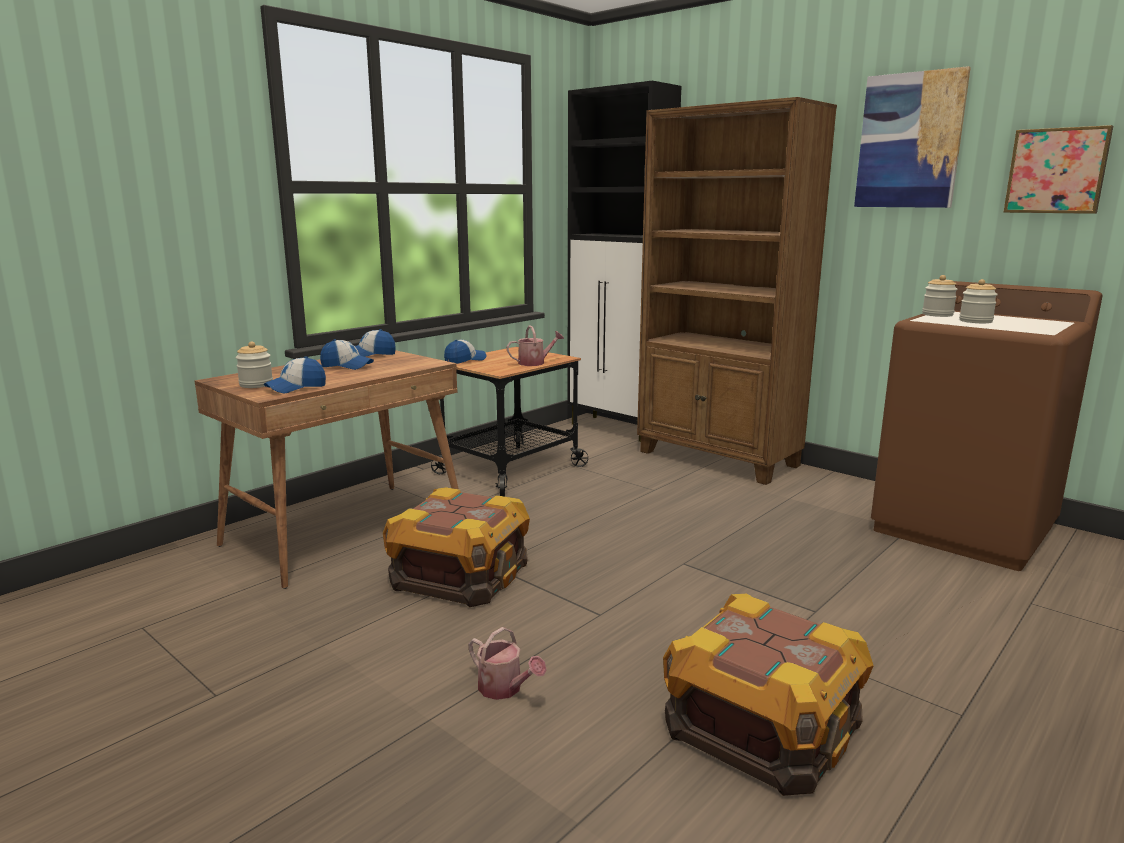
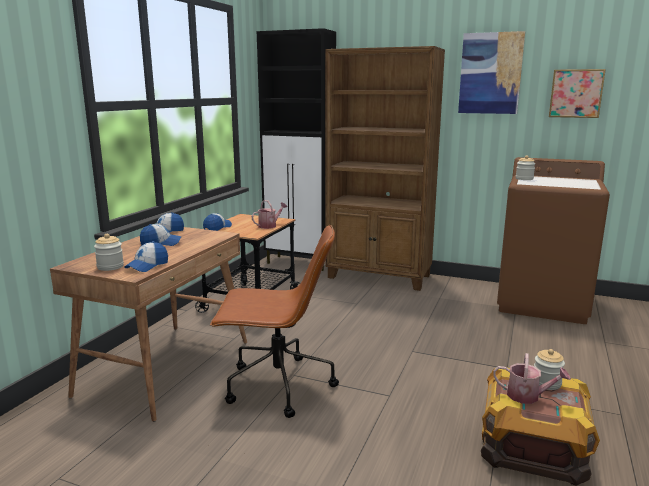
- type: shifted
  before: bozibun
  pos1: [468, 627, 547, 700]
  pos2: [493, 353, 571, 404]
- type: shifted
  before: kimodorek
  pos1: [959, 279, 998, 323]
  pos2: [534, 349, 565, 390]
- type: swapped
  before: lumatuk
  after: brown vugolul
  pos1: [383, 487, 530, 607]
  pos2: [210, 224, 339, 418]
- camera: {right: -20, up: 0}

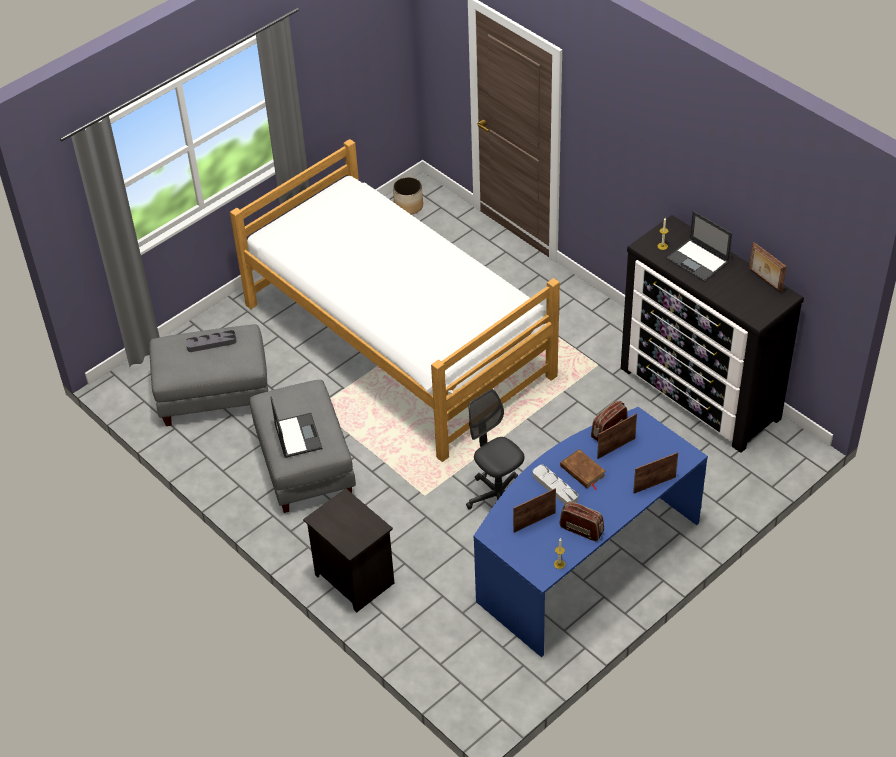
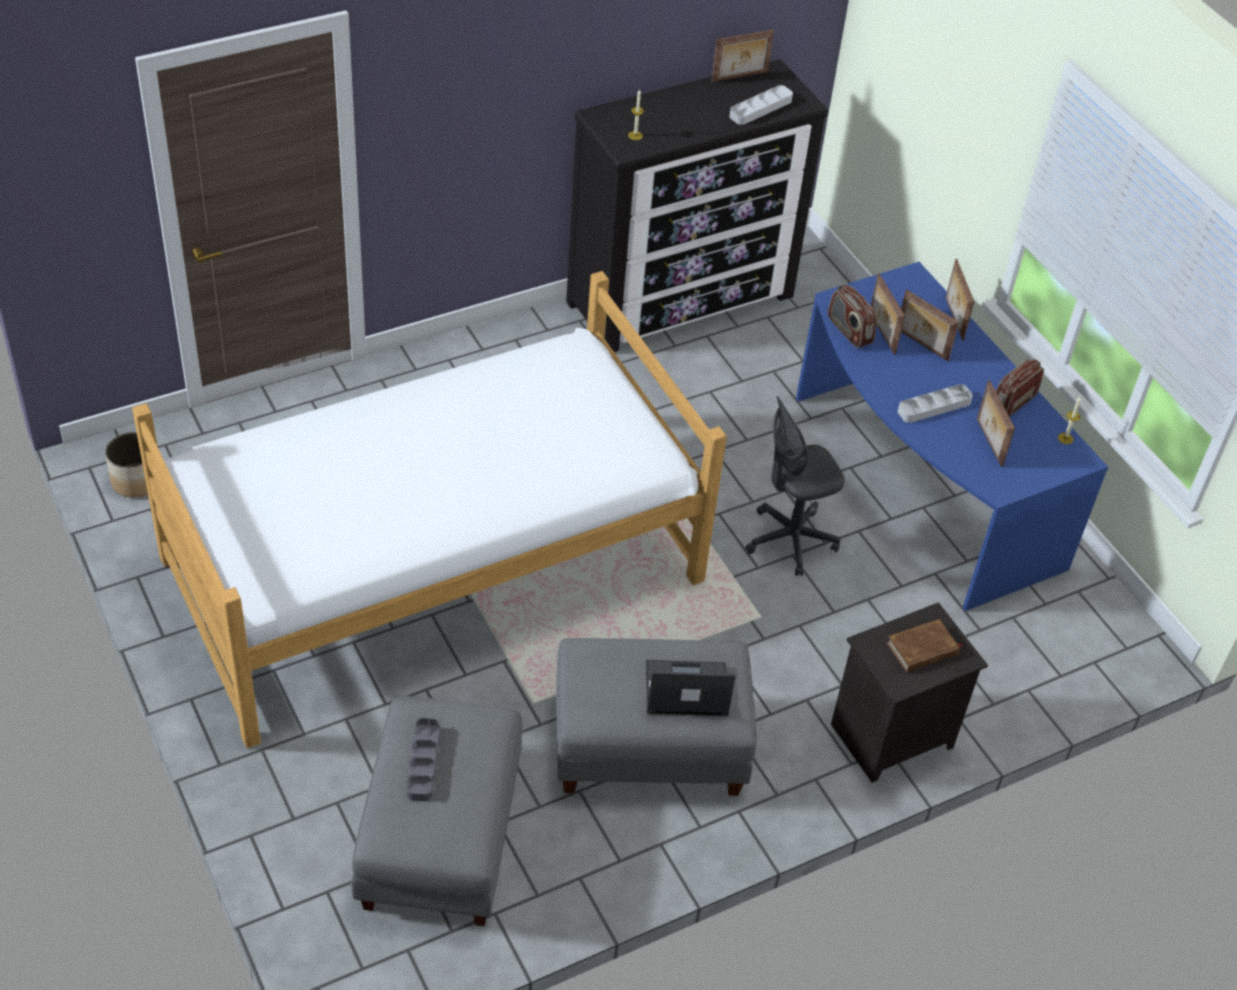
- type: gone
  before: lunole
  pos1: [666, 211, 732, 282]
- type: new
  after: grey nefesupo
  pos2: [729, 85, 793, 125]
- type: new
  after: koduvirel
  pos2: [901, 289, 959, 361]
- type: shifted
  before: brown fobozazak
  pos1: [560, 449, 606, 490]
  pos2: [887, 619, 962, 672]
- camera: {right: -80, up: 0}

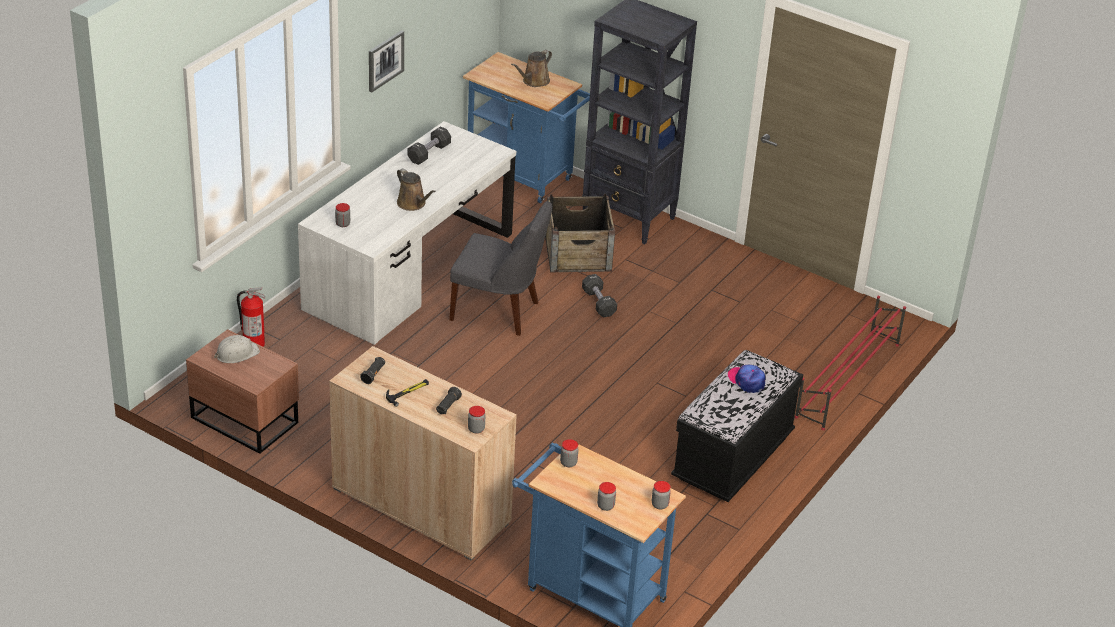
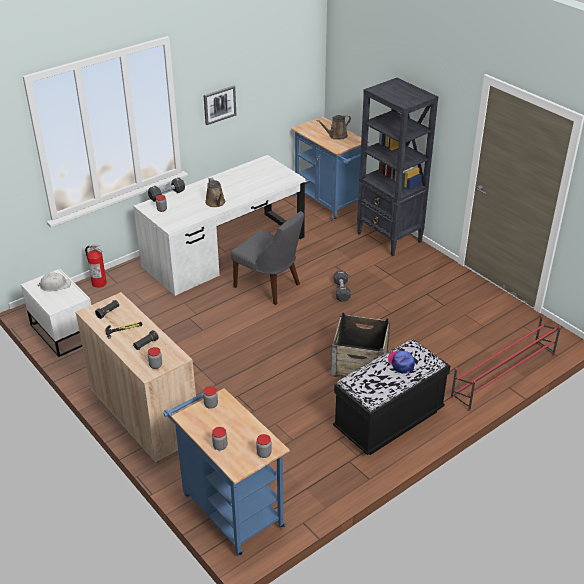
- type: shifted
  before: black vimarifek
  pos1: [407, 127, 451, 165]
  pos2: [148, 177, 185, 202]
- type: shifted
  before: lumatuk
  pos1: [545, 194, 615, 273]
  pos2: [331, 312, 390, 378]
- type: repainted
  before: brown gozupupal
  after: white gozupupal
  pos1: [186, 329, 299, 454]
  pos2: [21, 269, 91, 357]
- camera: {right: 20, up: 0}

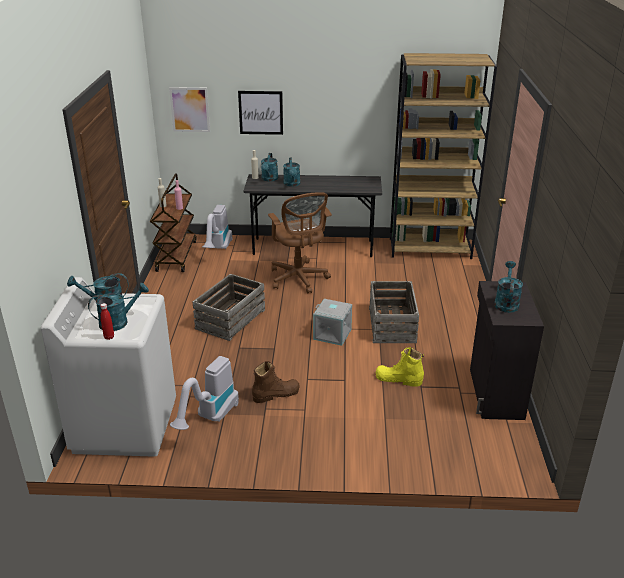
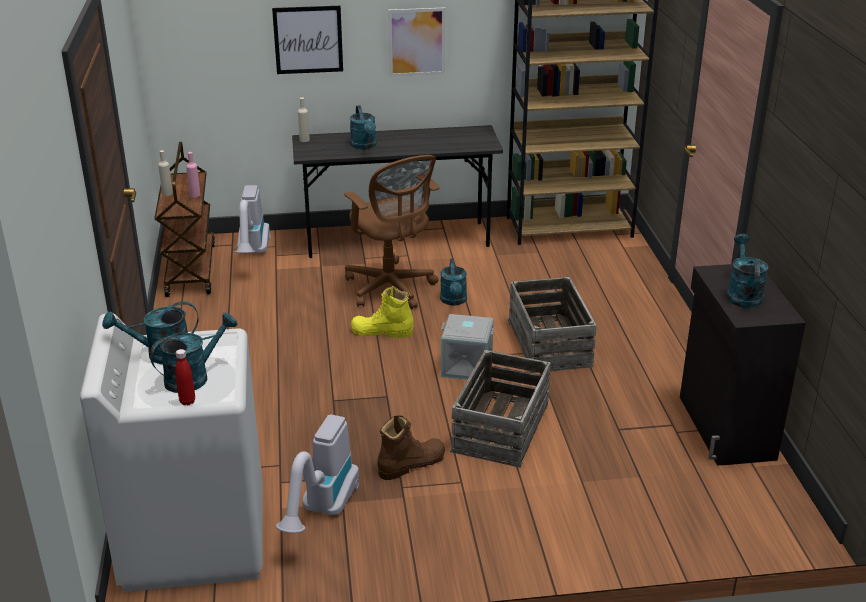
- type: shifted
  before: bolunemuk
  pos1: [169, 87, 210, 132]
  pos2: [388, 8, 445, 77]
- type: shifted
  before: lumatuk
  pos1: [192, 274, 265, 341]
  pos2: [450, 350, 551, 467]
- type: shifted
  before: turquoise bozibun
  pos1: [261, 153, 278, 181]
  pos2: [440, 259, 467, 306]
- type: shifted
  before: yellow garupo
  pos1: [376, 347, 424, 386]
  pos2: [351, 287, 414, 338]
- camera: {right: -10, up: 0}

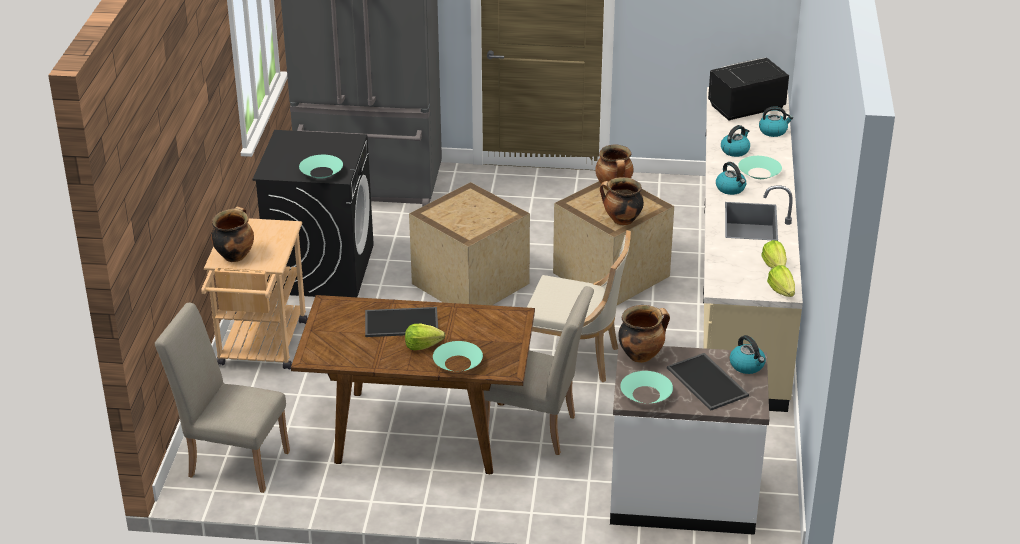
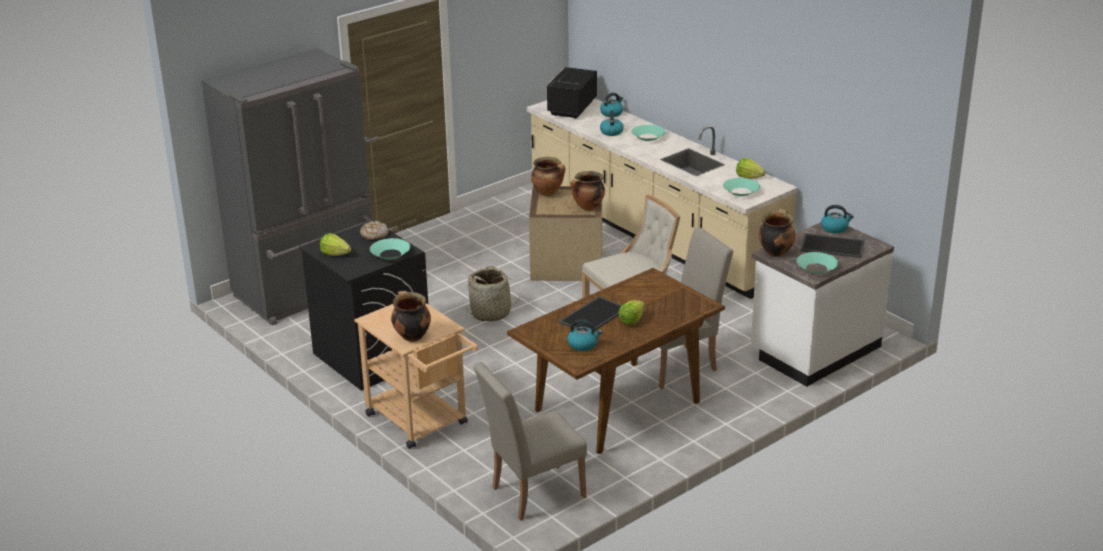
- type: new
  after: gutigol
  pos2: [360, 220, 388, 240]
- type: shifted
  before: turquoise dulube
  pos1: [433, 341, 483, 371]
  pos2: [723, 178, 760, 196]
- type: shifted
  before: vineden
  pos1: [716, 162, 746, 195]
  pos2: [567, 319, 602, 351]
- type: shifted
  before: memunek
  pos1: [767, 265, 795, 297]
  pos2: [320, 233, 351, 256]
- type: swapped
  before: lumatuk
  after: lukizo
  pos1: [409, 182, 530, 305]
  pos2: [466, 266, 521, 321]
- camera: {right: -45, up: -5}

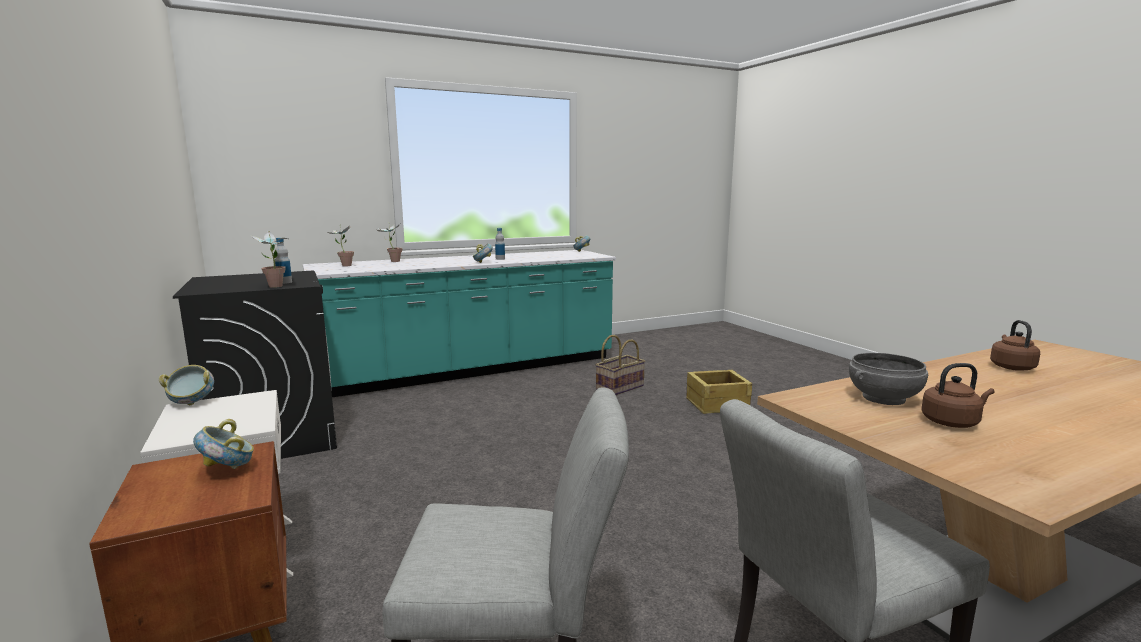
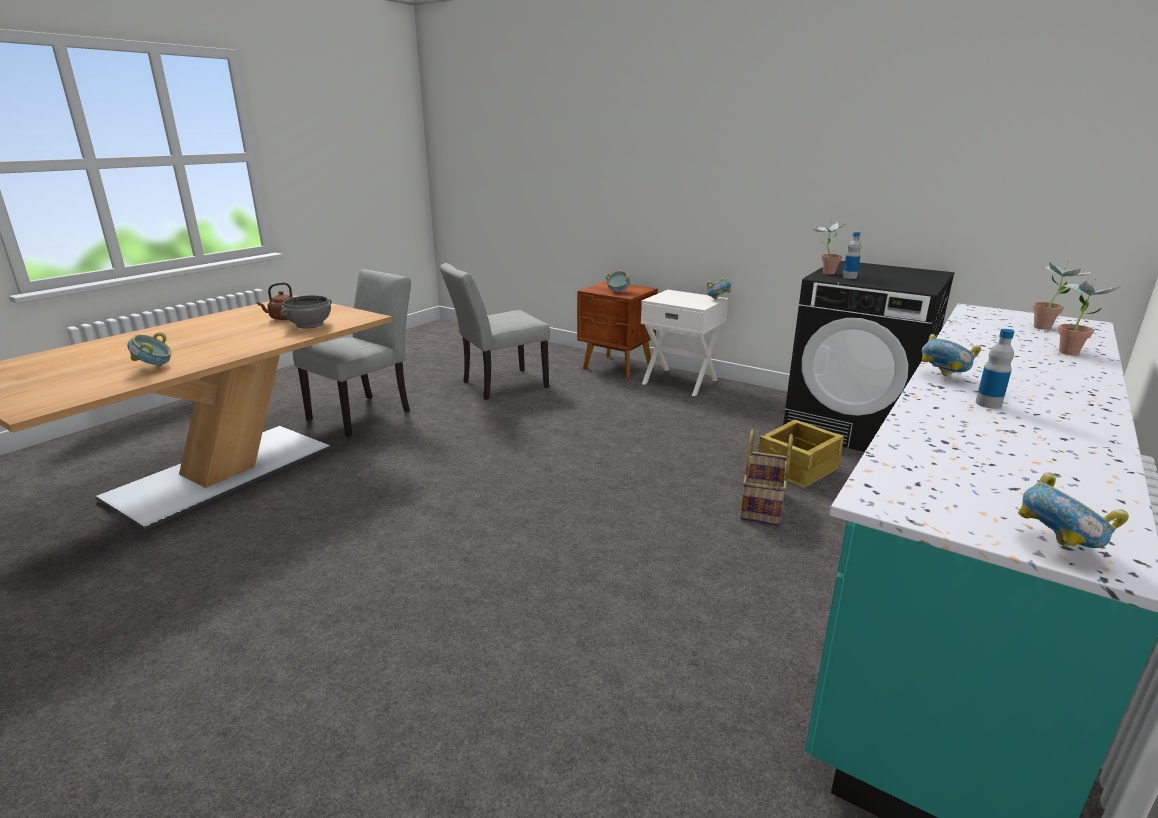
- type: shifted
  before: lukizo
  pos1: [595, 335, 645, 395]
  pos2: [740, 429, 793, 525]
- type: shifted
  before: lumatuk
  pos1: [686, 370, 752, 414]
  pos2: [758, 420, 844, 489]
- type: swapped
  before: brown vineden
  after: dulube
  pos1: [990, 320, 1040, 371]
  pos2: [127, 332, 171, 367]
- camera: {right: 150, up: 10}

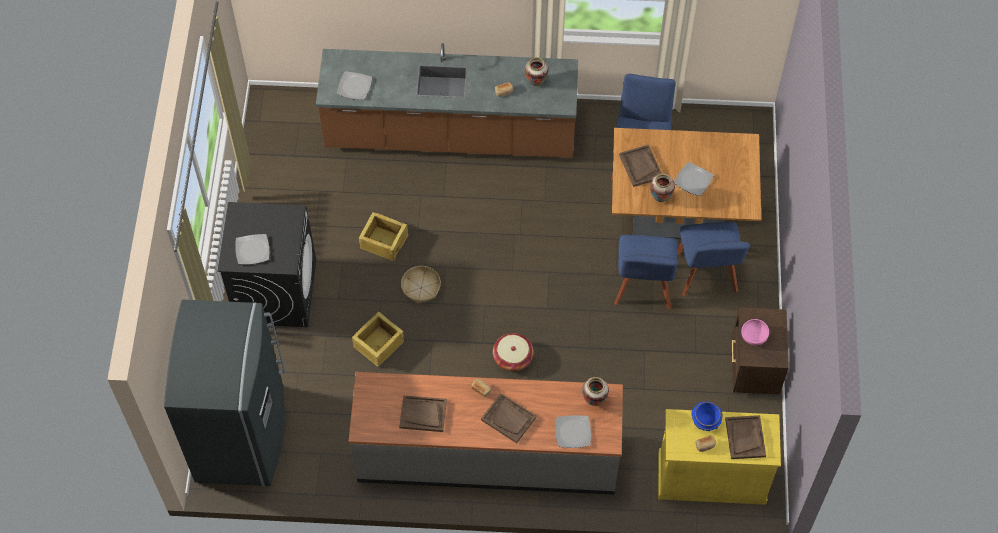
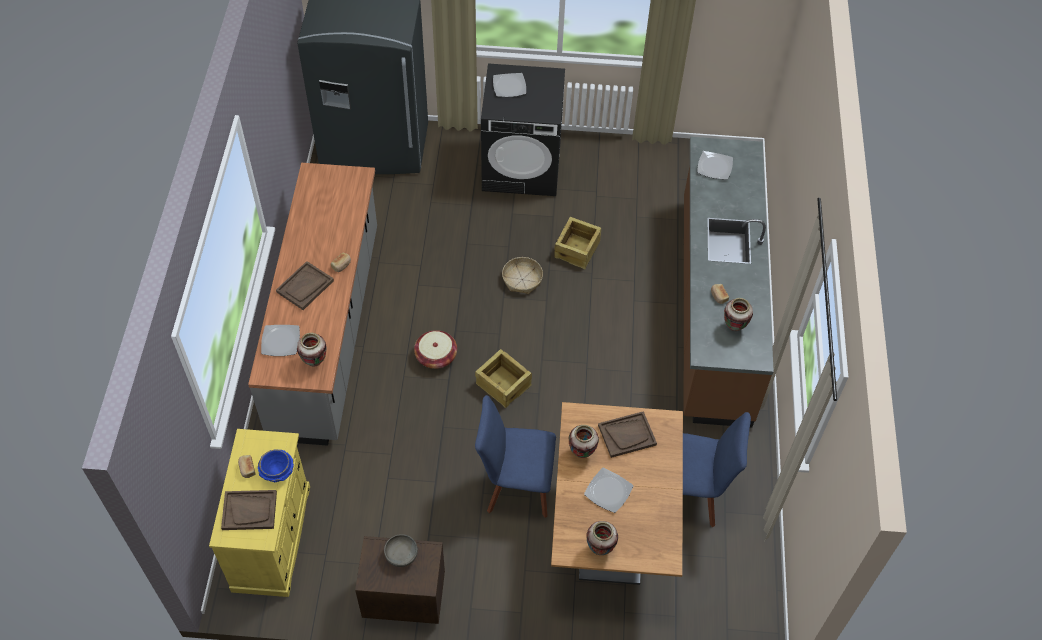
- type: gone
  before: brown nefesupo
  pos1: [399, 395, 447, 432]
- type: gone
  before: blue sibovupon
  pos1: [678, 222, 750, 296]
- type: new
  after: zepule
  pos2: [586, 521, 618, 555]
- type: shifted
  before: lumatuk
  pos1: [352, 311, 404, 367]
  pos2: [475, 349, 532, 408]
- type: repainted
  before: pink dulube
  after: grey dulube
  pos1: [741, 319, 769, 345]
  pos2: [384, 534, 418, 567]
- camera: {right: 90, up: -5}

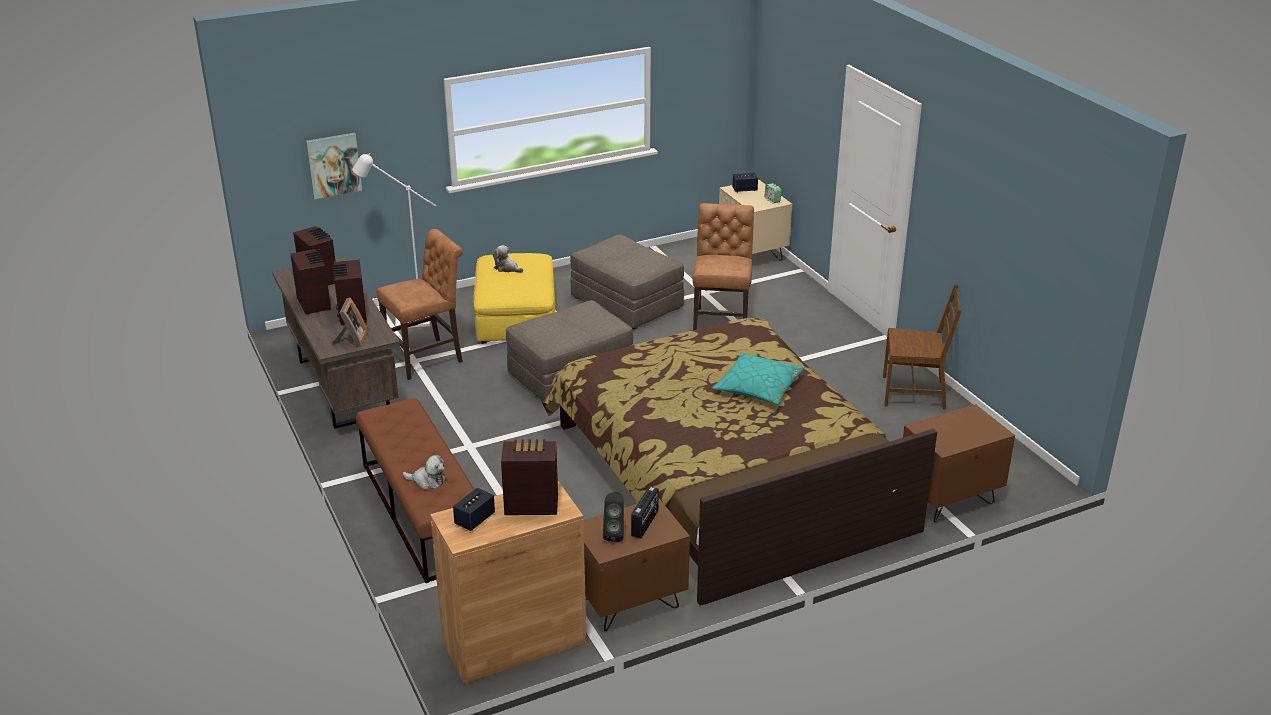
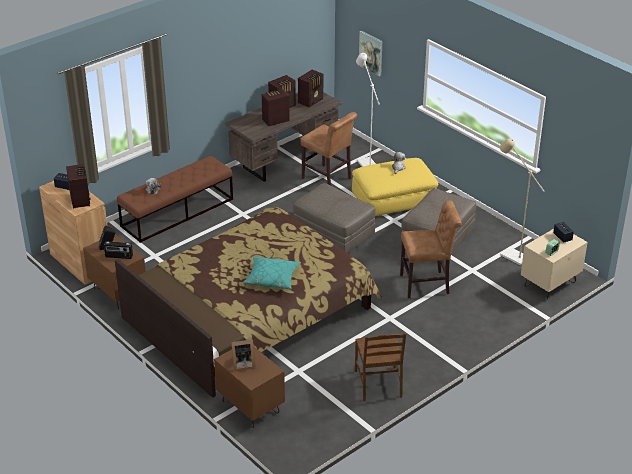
- type: new
  after: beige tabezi
  pos2: [500, 138, 544, 265]
- type: shifted
  before: koduvirel
  pos1: [332, 297, 368, 347]
  pos2: [231, 339, 255, 371]
- camera: {right: 75, up: 5}

